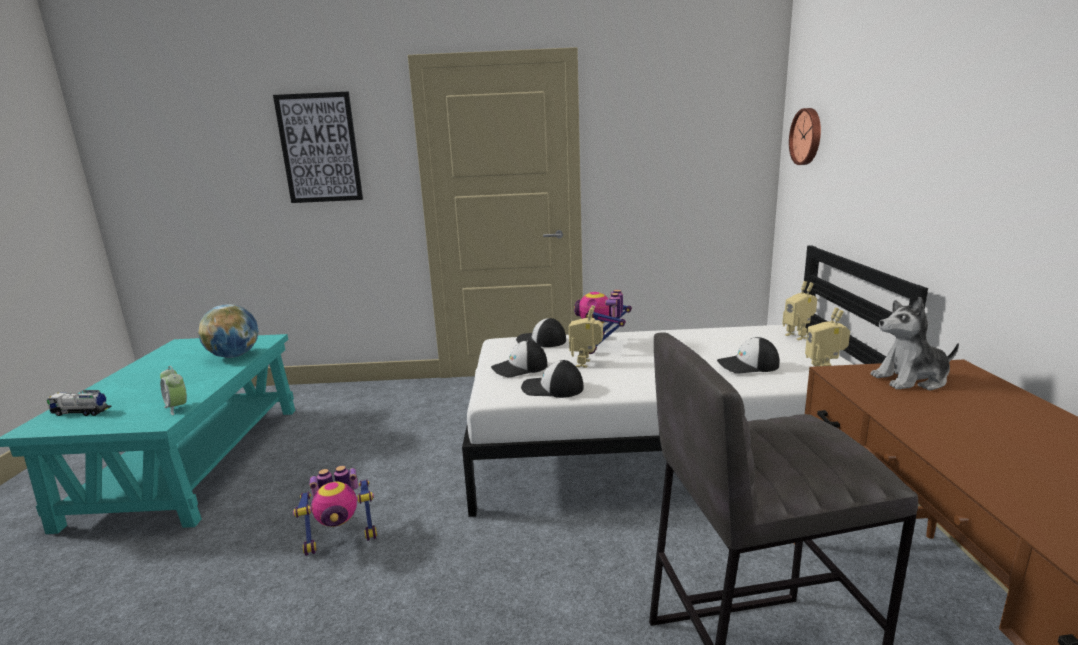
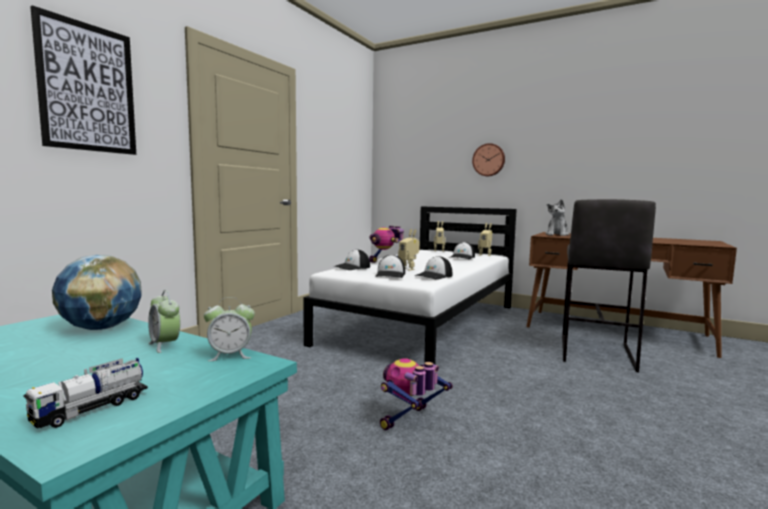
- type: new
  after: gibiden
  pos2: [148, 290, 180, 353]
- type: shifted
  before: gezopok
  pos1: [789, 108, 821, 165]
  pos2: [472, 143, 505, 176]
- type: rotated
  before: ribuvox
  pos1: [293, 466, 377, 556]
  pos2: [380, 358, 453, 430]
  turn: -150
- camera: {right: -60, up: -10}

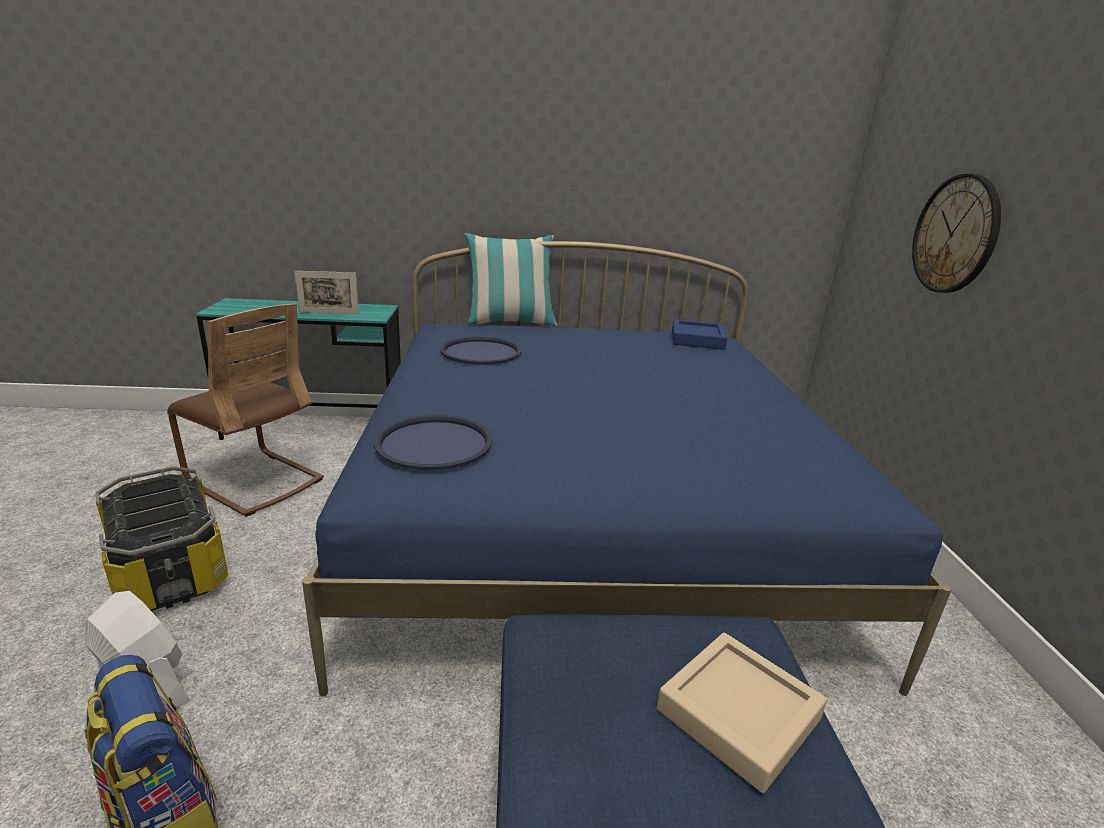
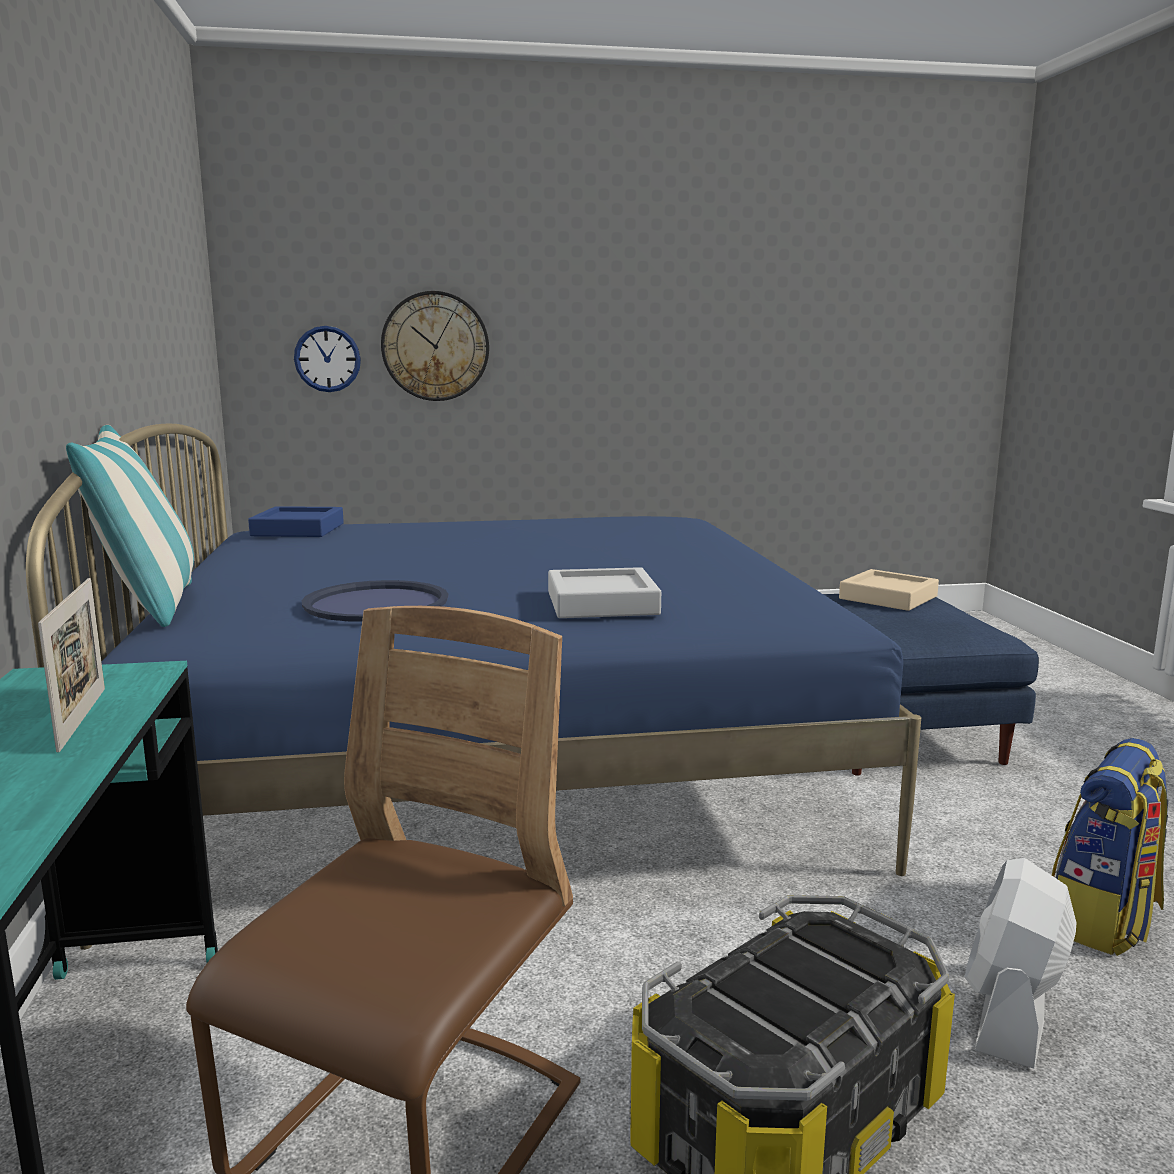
- type: gone
  before: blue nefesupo
  pos1: [374, 415, 493, 471]
- type: new
  after: gezopok
  pos2: [294, 326, 361, 392]
- type: new
  after: grey nefesupo
  pos2: [548, 567, 661, 618]
- camera: {right: -95, up: -10}

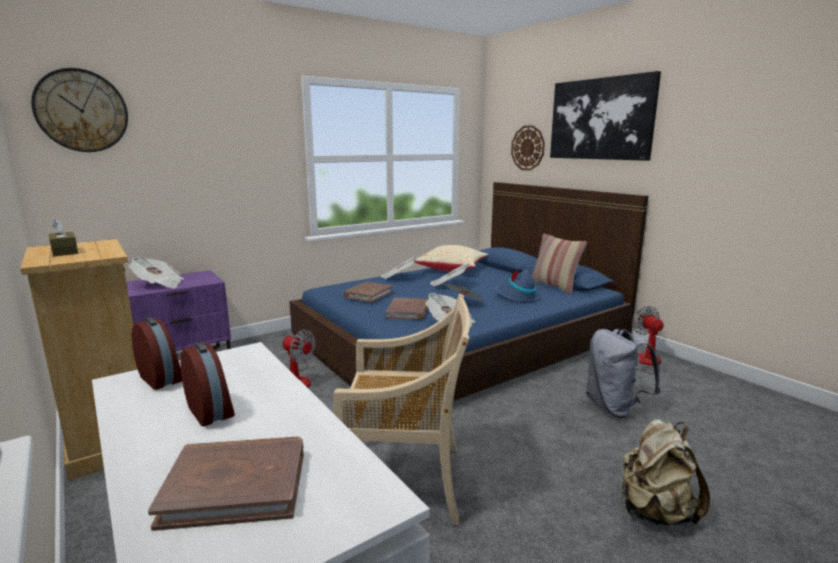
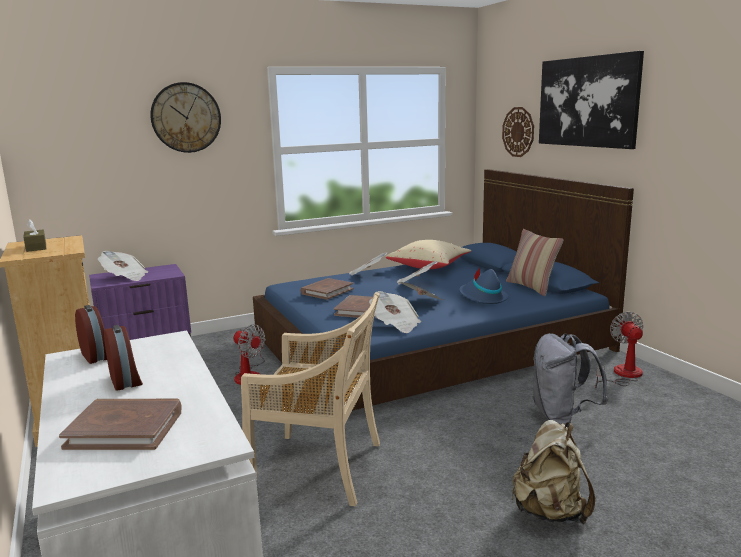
- type: shifted
  before: gezopok
  pos1: [31, 68, 128, 152]
  pos2: [150, 82, 221, 153]
- camera: {right: 10, up: 0}

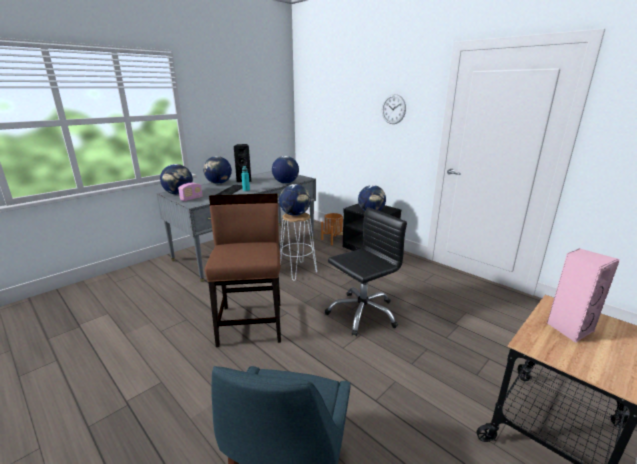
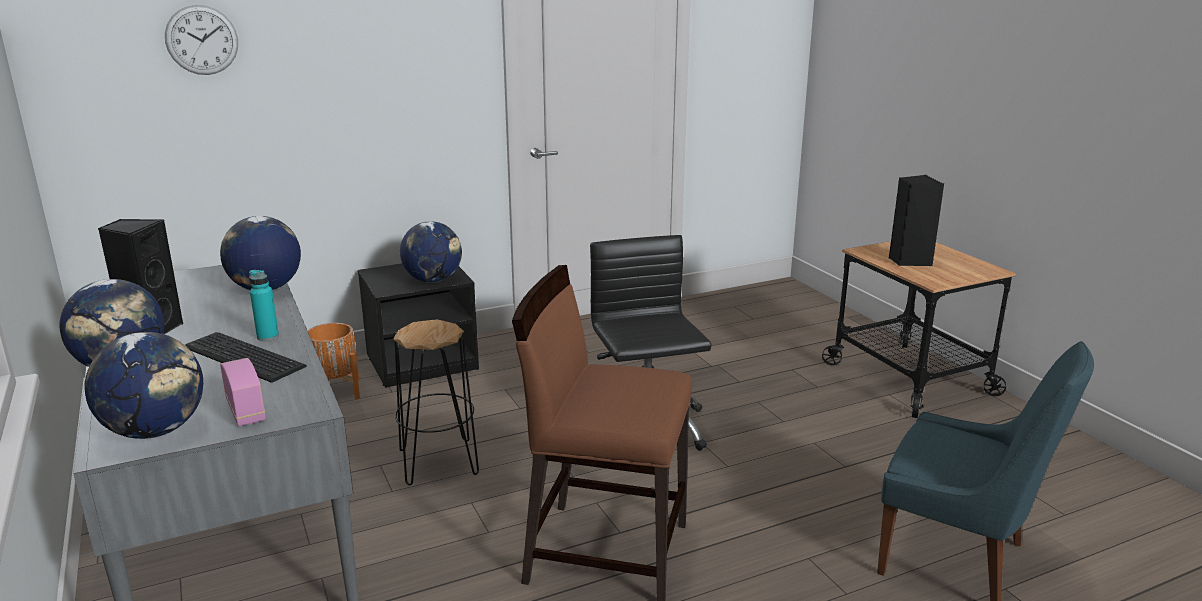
- type: gone
  before: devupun
  pos1: [279, 184, 311, 216]
- type: shifted
  before: gezopok
  pos1: [382, 94, 406, 124]
  pos2: [165, 5, 238, 75]
- type: repainted
  before: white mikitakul
  after: black mikitakul
  pos1: [280, 213, 317, 281]
  pos2: [393, 319, 479, 485]
- type: repainted
  before: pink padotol
  after: black padotol
  pos1: [547, 248, 620, 343]
  pos2: [889, 175, 944, 266]
- camera: {right: -70, up: 0}

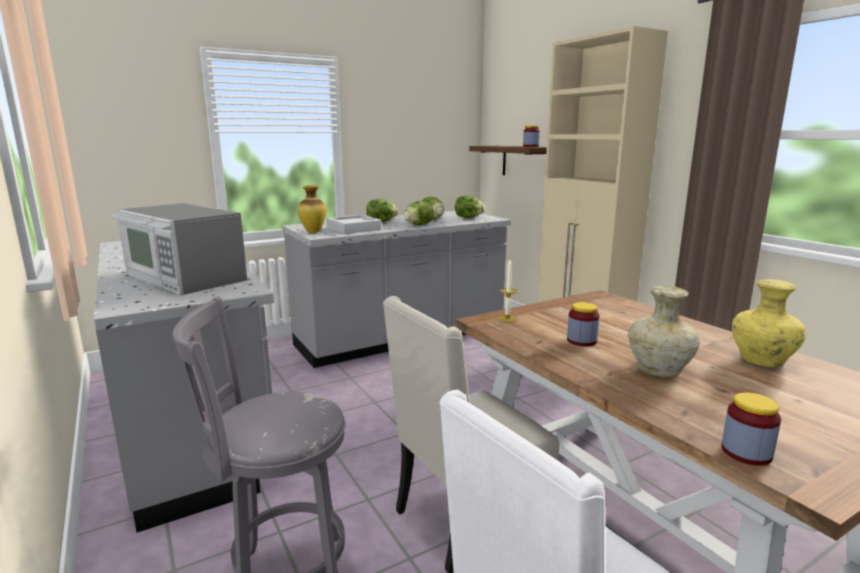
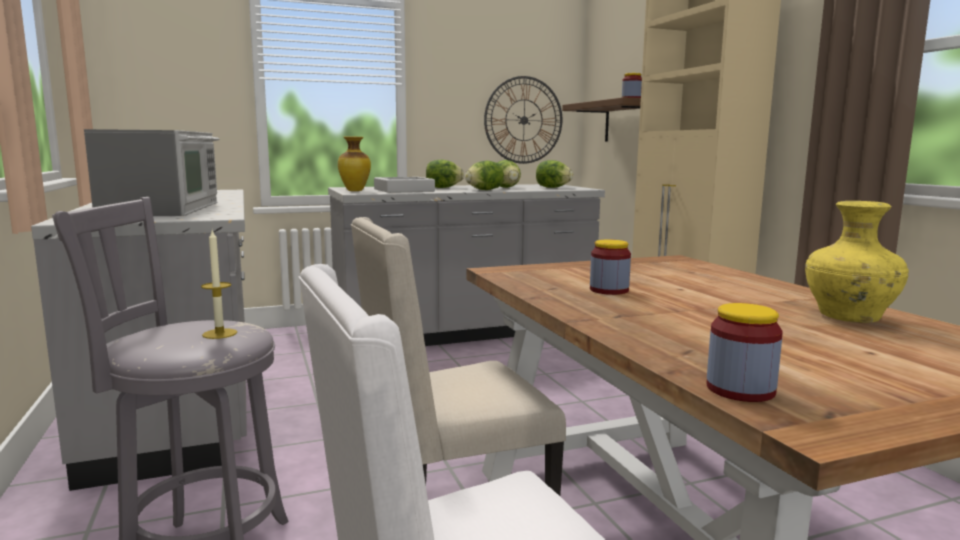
- type: gone
  before: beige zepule
  pos1: [628, 286, 700, 377]
- type: new
  after: gezopok
  pos2: [484, 76, 562, 164]
- type: shifted
  before: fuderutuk
  pos1: [498, 259, 517, 322]
  pos2: [201, 230, 237, 339]
- type: rotated
  before: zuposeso
  pos1: [111, 203, 247, 295]
  pos2: [84, 129, 219, 216]
  turn: -150
- camera: {right: 10, up: -5}

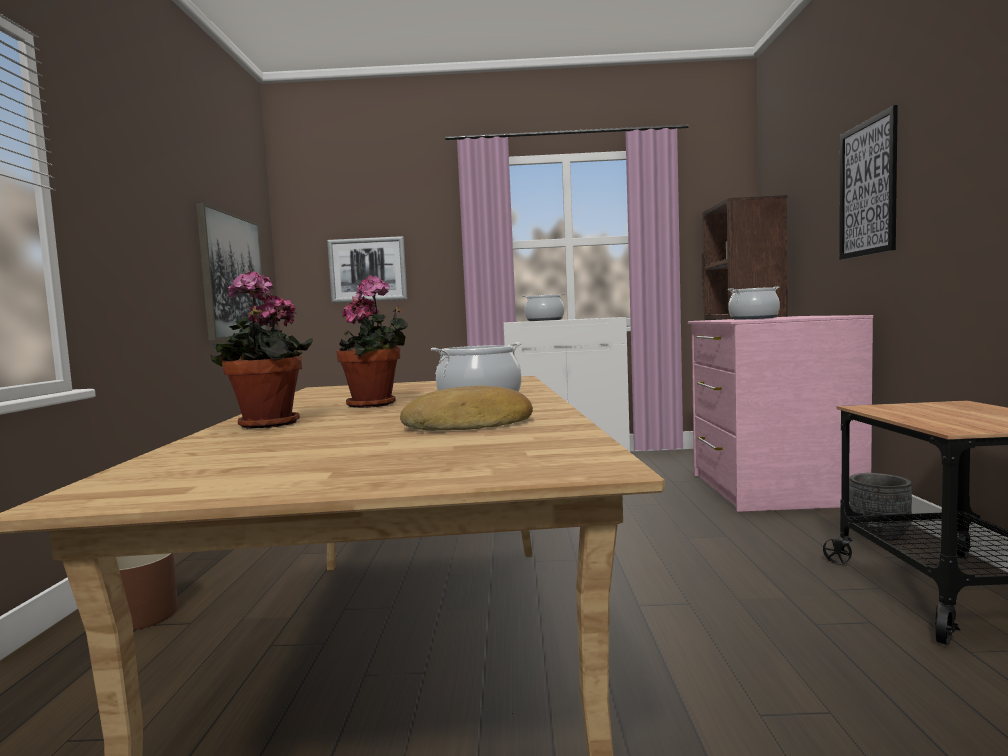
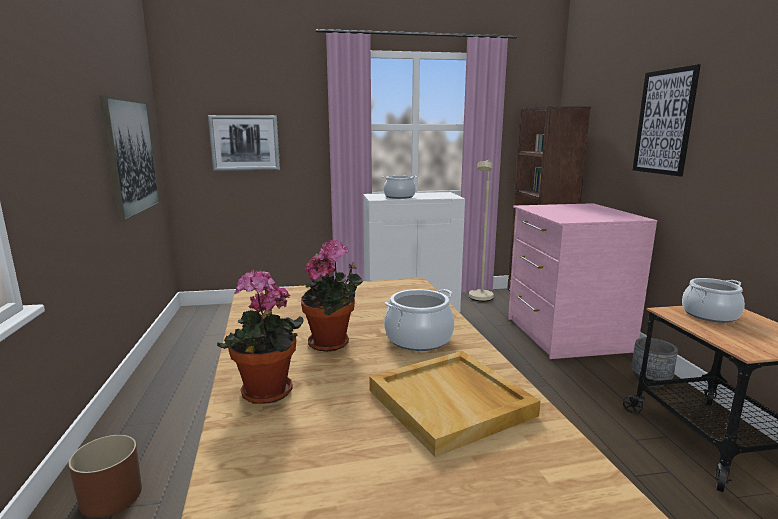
- type: new
  after: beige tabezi
  pos2: [469, 160, 494, 301]
- type: shifted
  before: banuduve
  pos1: [728, 286, 780, 320]
  pos2: [682, 278, 745, 323]
- type: swapped
  before: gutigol
  after: beige nefesupo
  pos1: [400, 386, 533, 431]
  pos2: [369, 351, 541, 457]
- camera: {right: -10, up: 10}

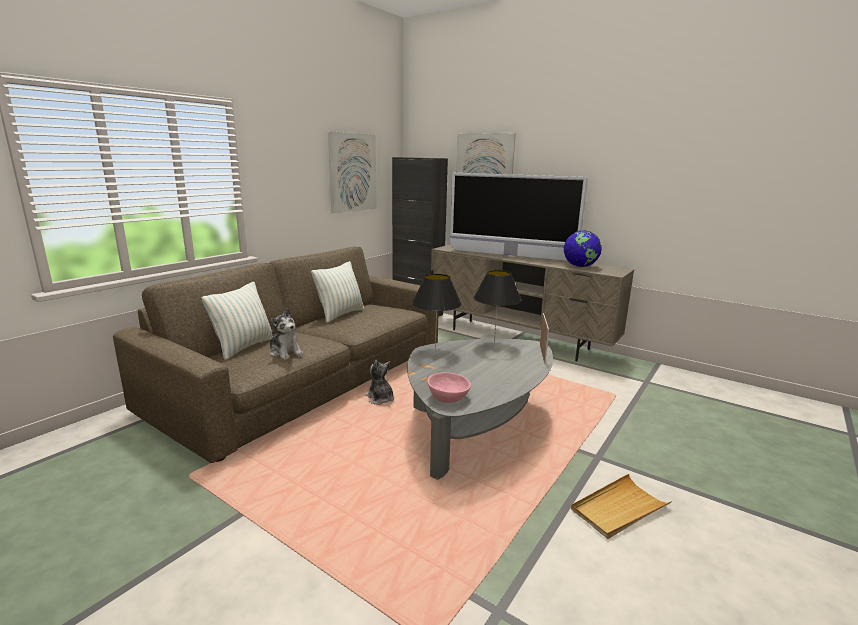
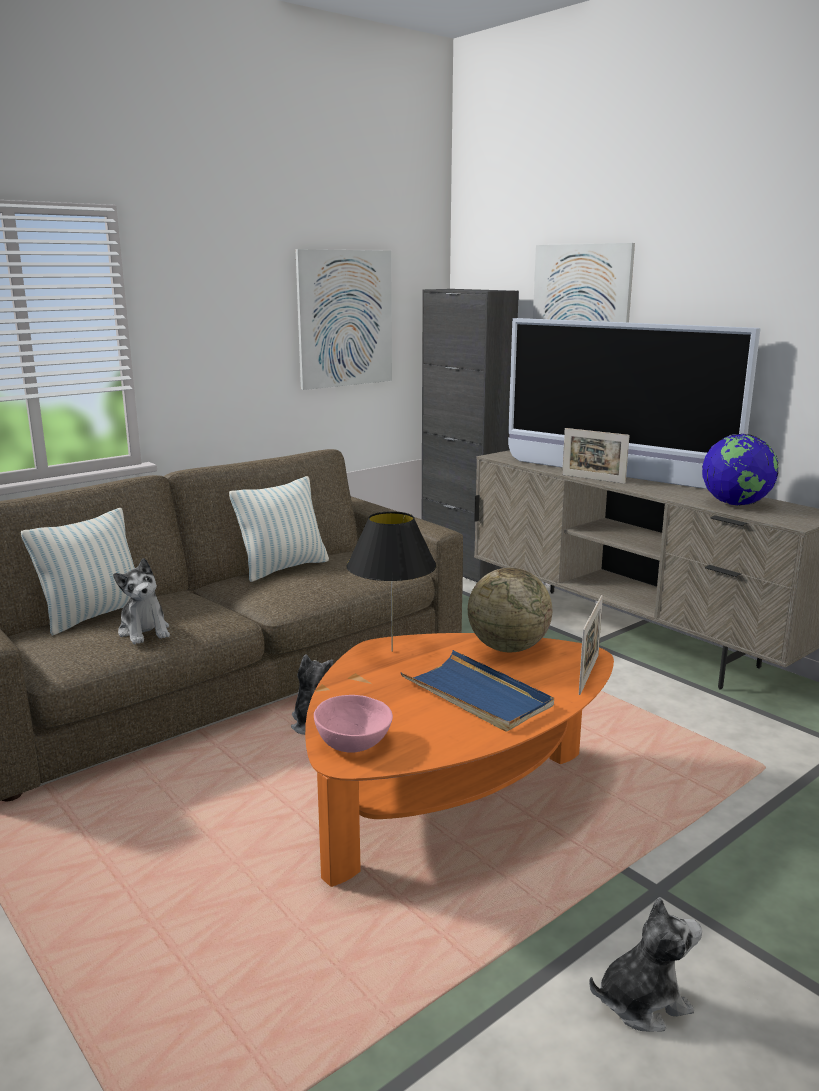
- type: new
  after: blue nefesupo
  pos2: [401, 650, 554, 732]
- type: new
  after: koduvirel
  pos2: [562, 428, 630, 484]
- type: swapped
  before: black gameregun
  after: devupun
  pos1: [474, 270, 522, 345]
  pos2: [468, 568, 552, 652]
- type: swapped
  before: beige nefesupo
  after: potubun
  pos1: [571, 474, 672, 539]
  pos2: [589, 897, 702, 1032]
- type: repainted
  before: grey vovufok
  after: orange vovufok
  pos1: [407, 339, 553, 480]
  pos2: [305, 633, 614, 887]
- camera: {right: 15, up: 0}

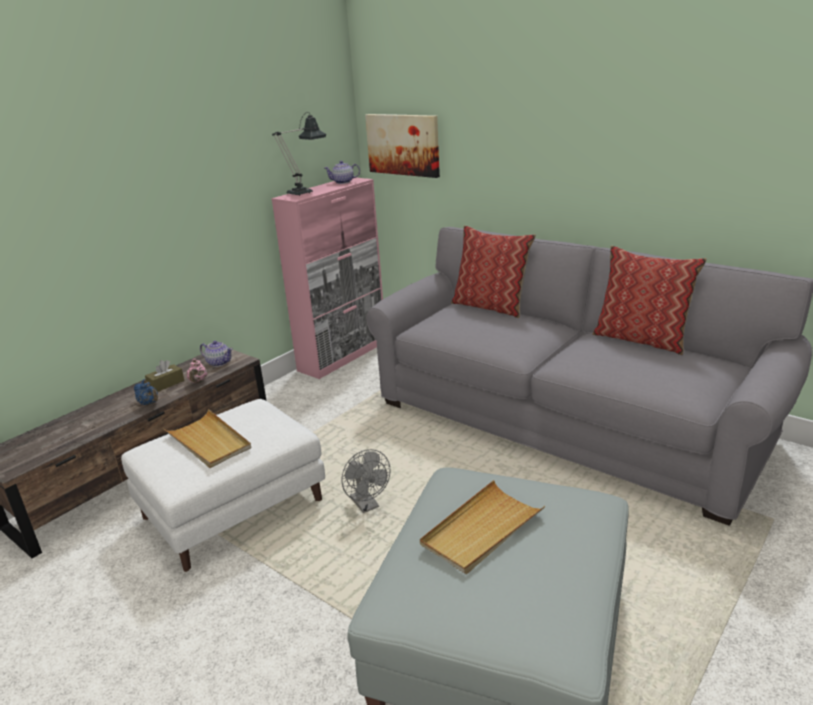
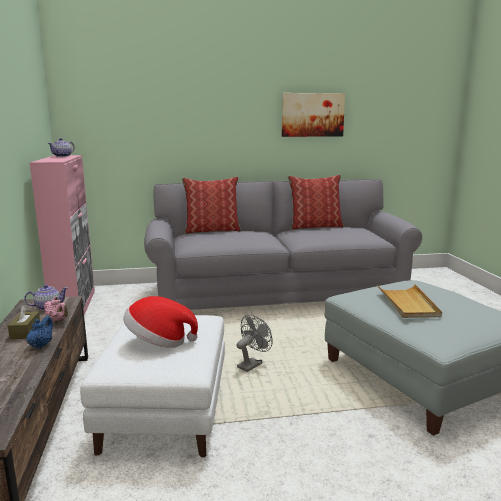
- type: gone
  before: gameregun
  pos1: [272, 112, 326, 196]
- type: shifted
  before: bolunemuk
  pos1: [365, 114, 440, 178]
  pos2: [282, 93, 345, 137]
- type: swapped
  before: beige nefesupo
  after: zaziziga
  pos1: [163, 409, 251, 468]
  pos2: [123, 296, 198, 348]
- type: rotated
  before: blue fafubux
  pos1: [134, 379, 158, 406]
  pos2: [26, 316, 53, 349]
  turn: -75
- type: rotated
  before: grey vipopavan
  pos1: [341, 449, 390, 513]
  pos2: [236, 315, 273, 372]
  turn: -60
- camera: {right: -50, up: -10}

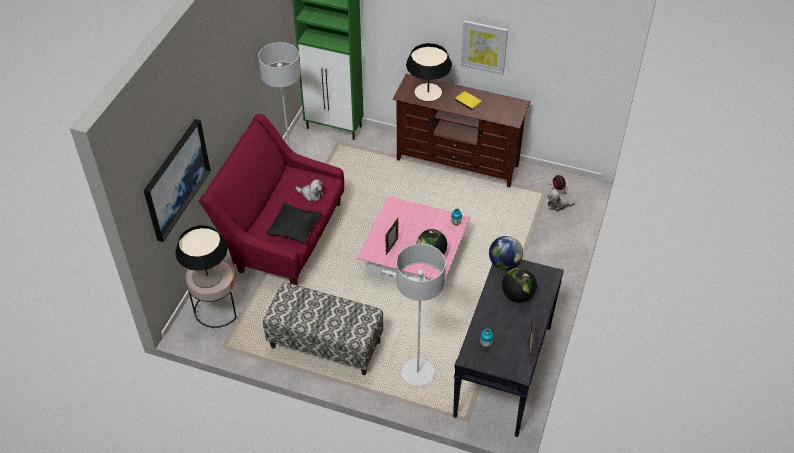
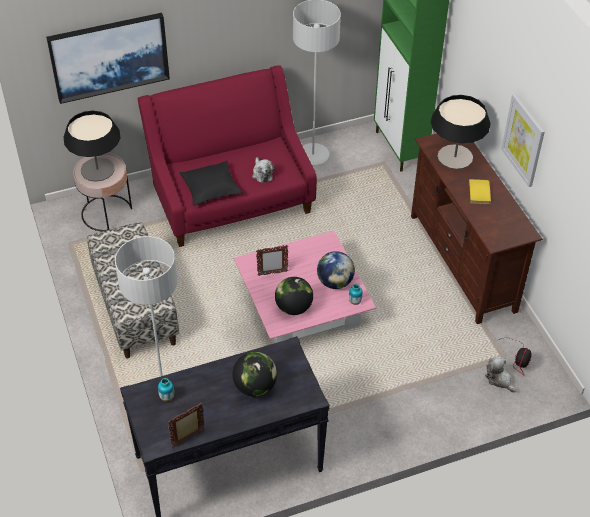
- type: shifted
  before: devupun
  pos1: [489, 236, 523, 270]
  pos2: [317, 251, 355, 289]
- camera: {right: 50, up: 0}

